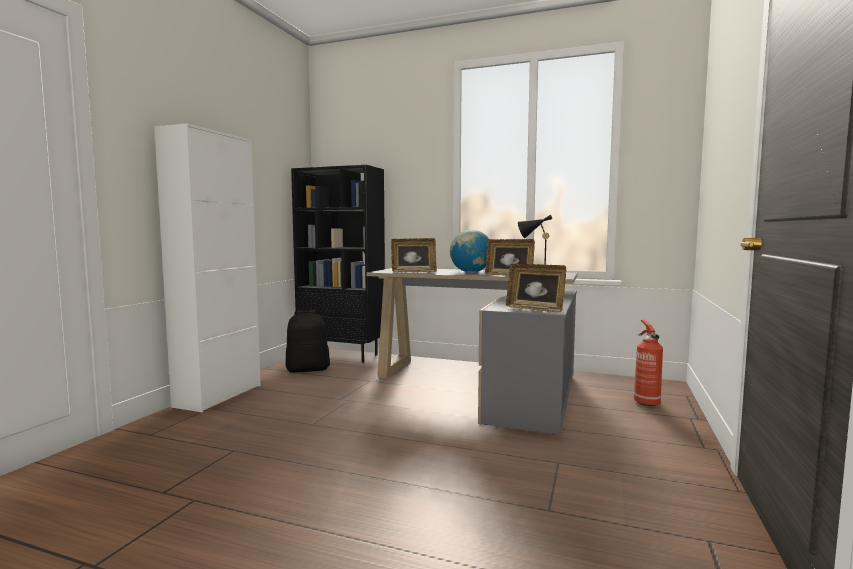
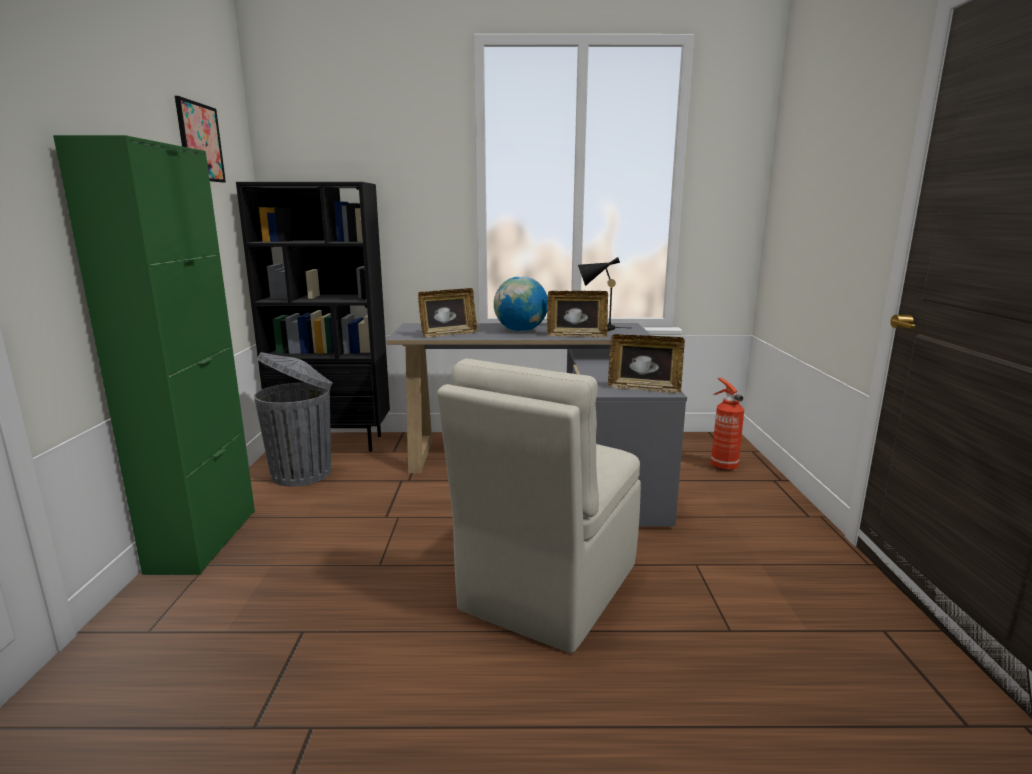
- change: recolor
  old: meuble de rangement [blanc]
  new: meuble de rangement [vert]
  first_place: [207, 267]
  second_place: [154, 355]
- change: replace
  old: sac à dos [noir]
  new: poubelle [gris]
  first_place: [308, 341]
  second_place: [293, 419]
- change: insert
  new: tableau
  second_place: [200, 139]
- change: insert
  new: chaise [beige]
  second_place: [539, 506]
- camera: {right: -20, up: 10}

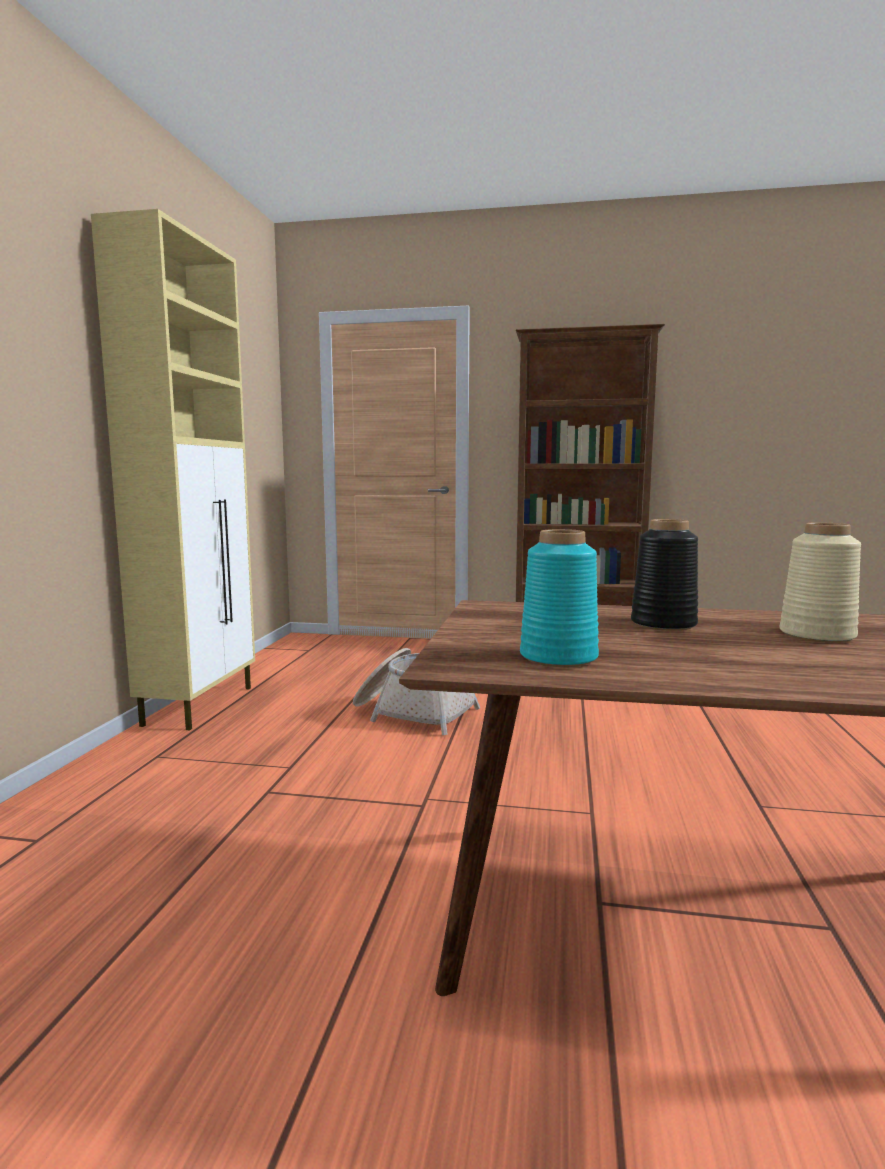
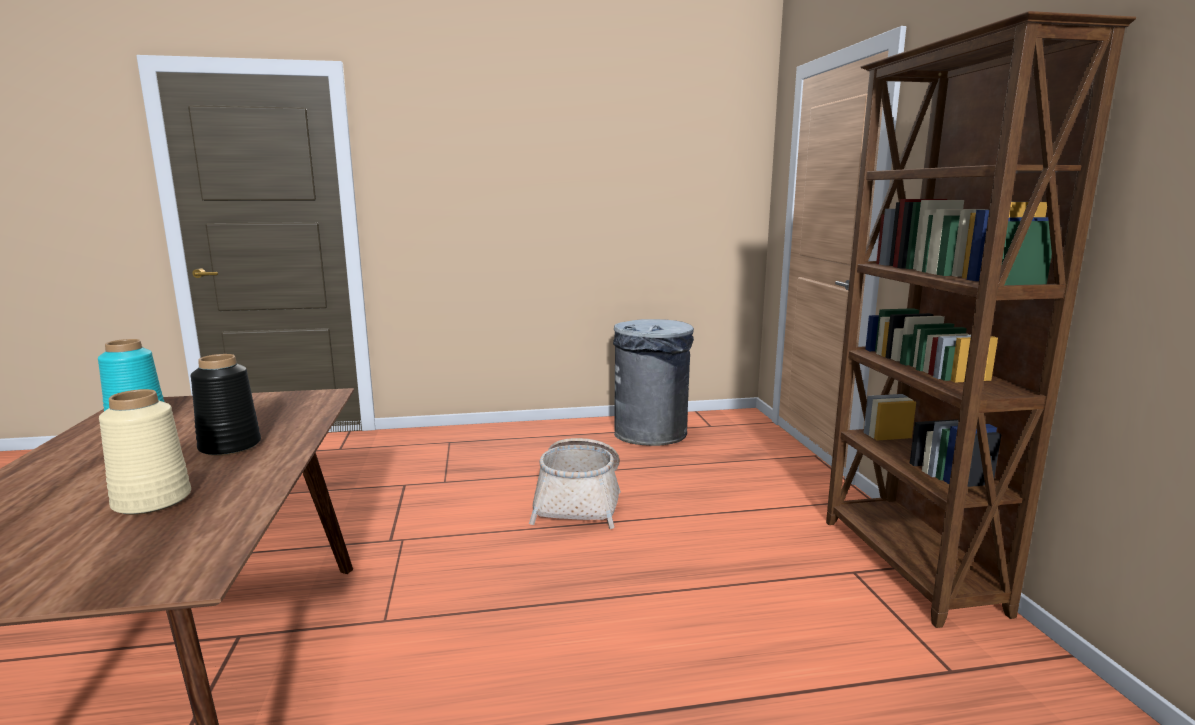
- change: delete
  old: meuble de rangement [beige]
  first_place: [173, 469]
- change: insert
  new: poubelle [gris]
  second_place: [653, 382]
- camera: {right: 70, up: 5}

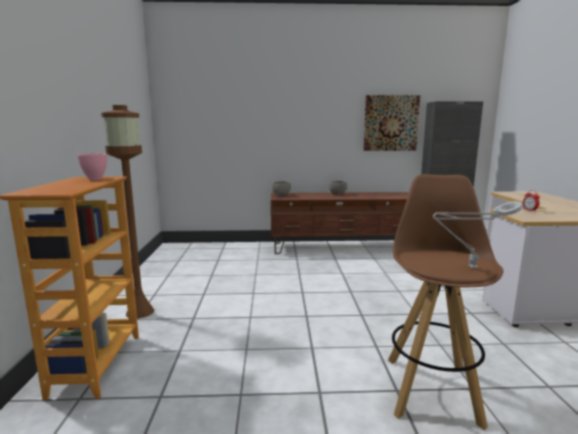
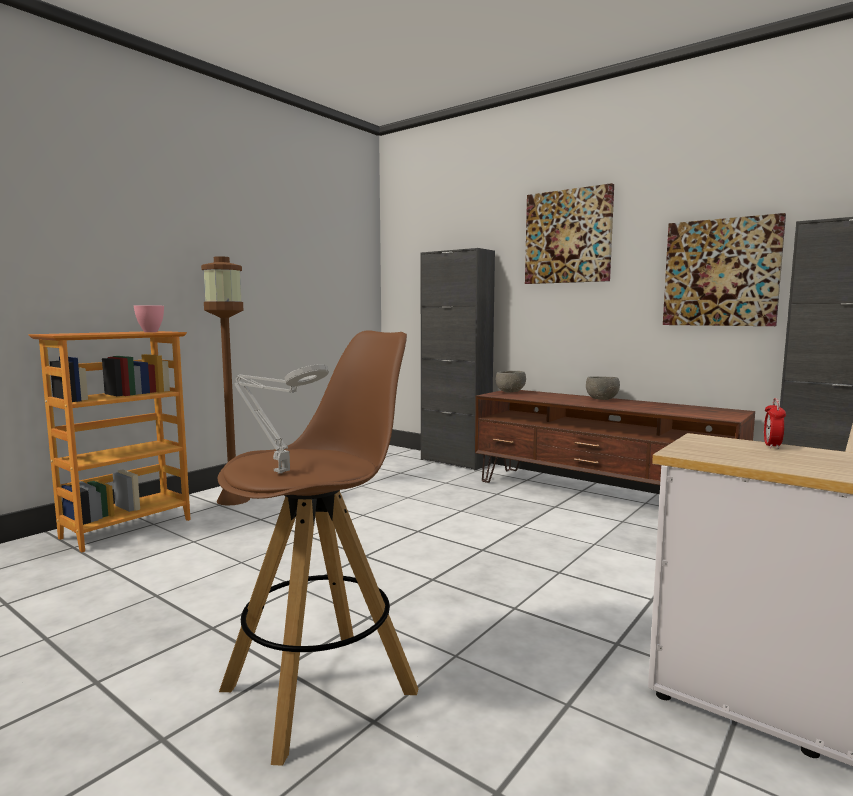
- change: insert
  new: meuble de rangement [noir]
  second_place: [458, 359]
- change: insert
  new: tableau
  second_place: [569, 233]
- camera: {right: 40, up: -5}

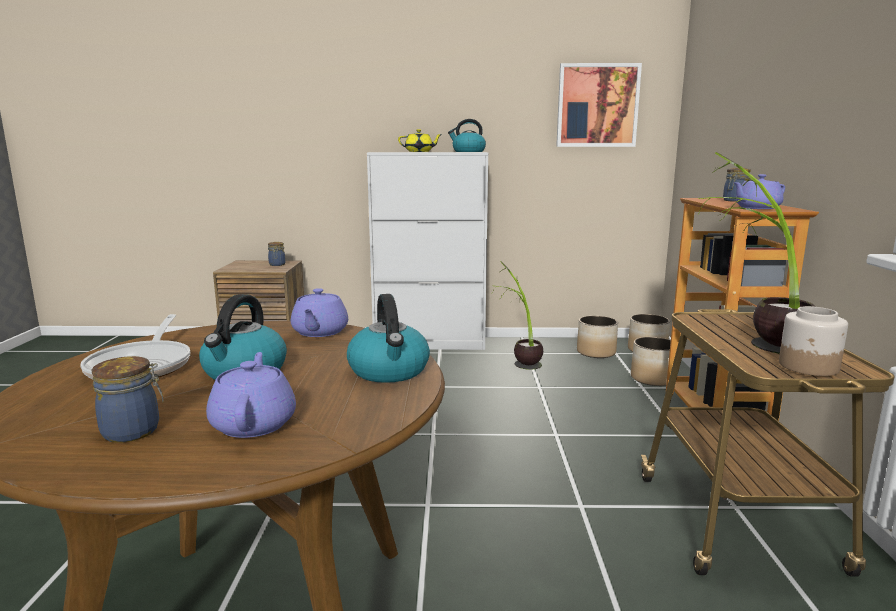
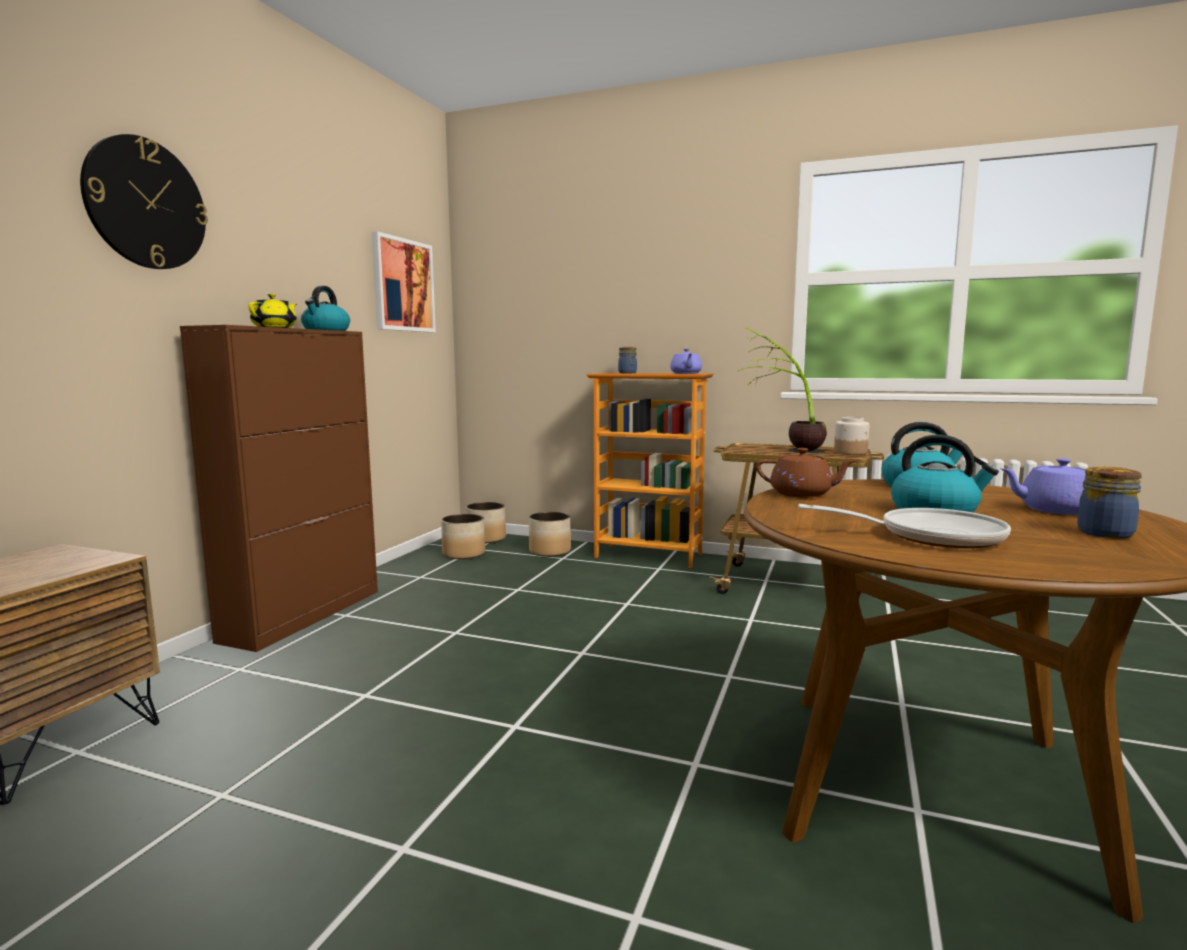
- change: delete
  old: bocal
  first_place: [277, 254]
- change: recolor
  old: théière [violet]
  new: théière [marron]
  first_place: [319, 312]
  second_place: [806, 473]
- change: recolor
  old: meuble de rangement [blanc]
  new: meuble de rangement [marron]
  first_place: [427, 251]
  second_place: [279, 488]
- change: delete
  old: plante en pot
  first_place: [517, 315]
- change: insert
  new: horloge murale
  second_place: [144, 201]
- camera: {right: -70, up: -5}

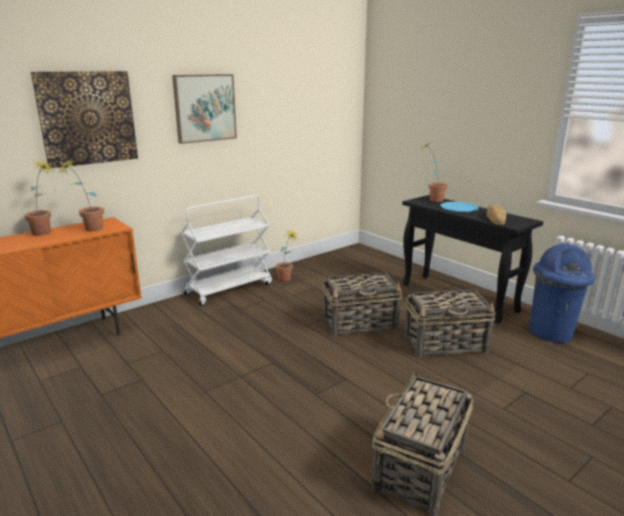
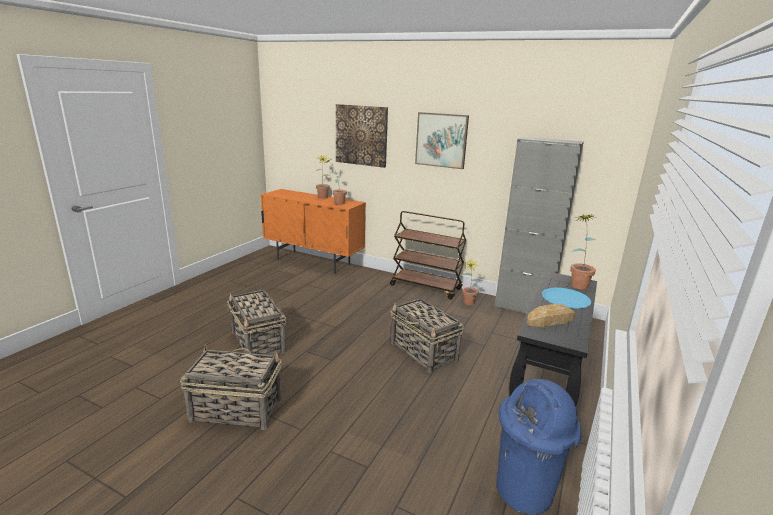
- change: recolor
  old: chariot [blanc]
  new: chariot [marron]
  first_place: [226, 250]
  second_place: [428, 255]
- change: move
  old: panier
  first_place: [450, 324]
  second_place: [257, 322]
- change: insert
  new: meuble de rangement [gris]
  second_place: [539, 225]
- camera: {right: 65, up: 0}

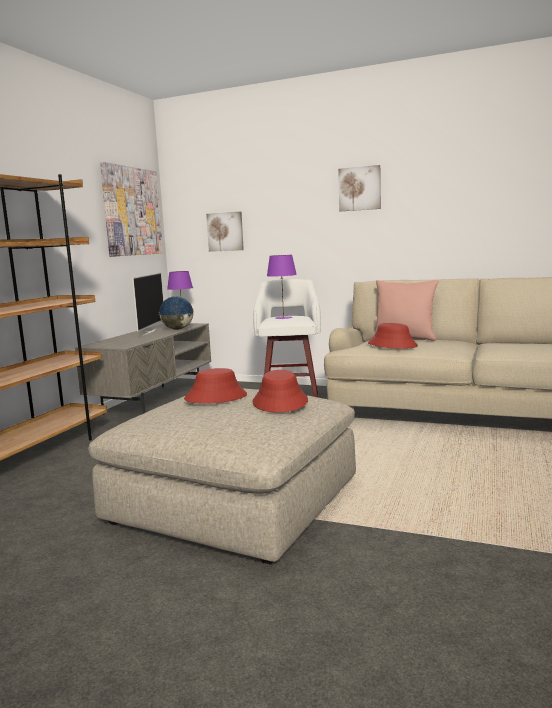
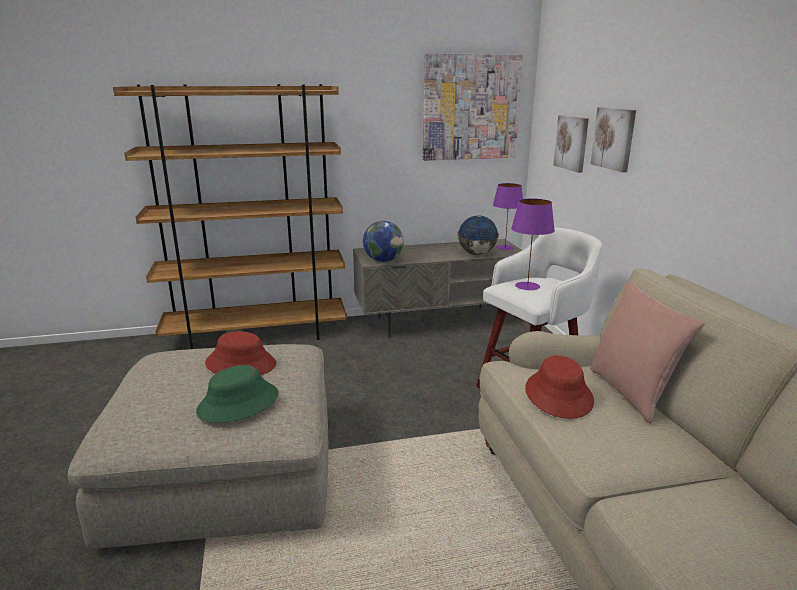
- change: delete
  old: téléviseur
  first_place: [148, 304]
- change: recolor
  old: chapeau [rouge]
  new: chapeau [vert]
  first_place: [280, 391]
  second_place: [237, 394]
- change: move
  old: tableau
  first_place: [359, 188]
  second_place: [613, 139]
- change: insert
  new: globe
  second_place: [383, 241]
- camera: {right: 55, up: 10}

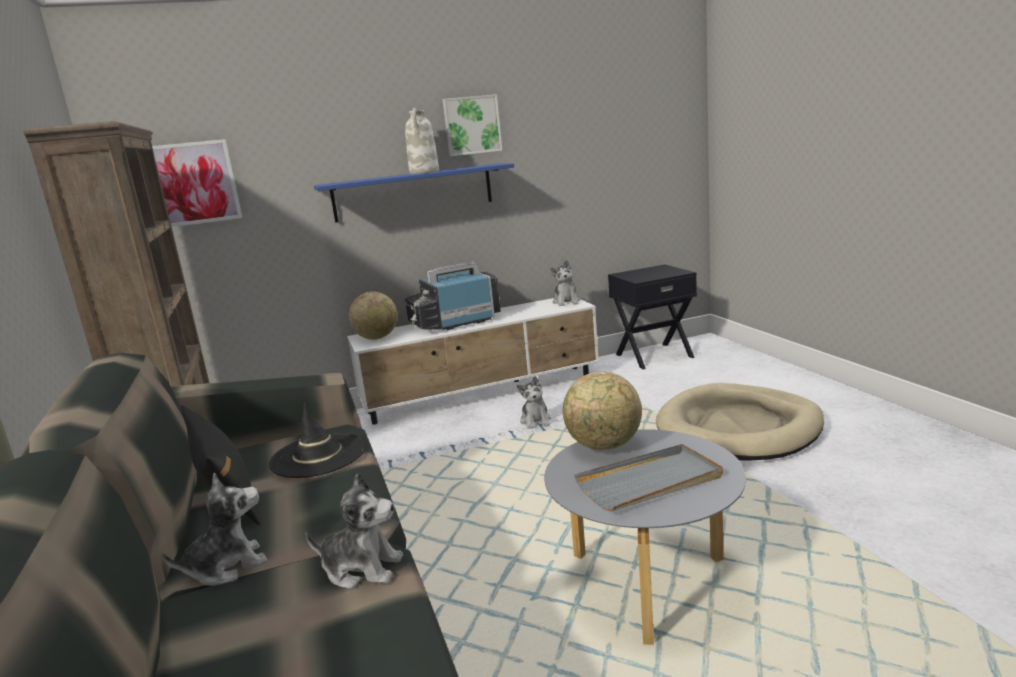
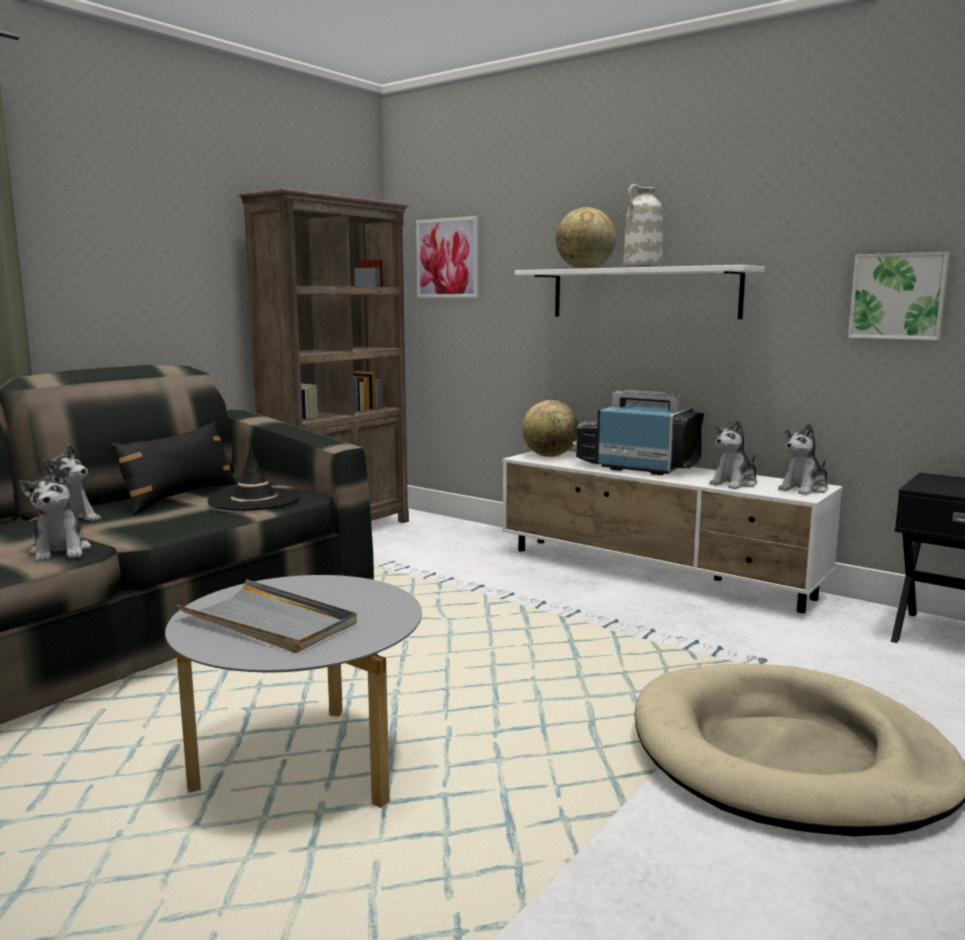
- change: recolor
  old: étagère [bleu]
  new: étagère [blanc]
  first_place: [414, 193]
  second_place: [640, 292]
- change: move
  old: tableau
  first_place: [472, 125]
  second_place: [899, 296]
- change: move
  old: peluche
  first_place: [534, 402]
  second_place: [733, 454]
- change: move
  old: globe
  first_place: [602, 410]
  second_place: [586, 238]
- camera: {right: 55, up: -5}

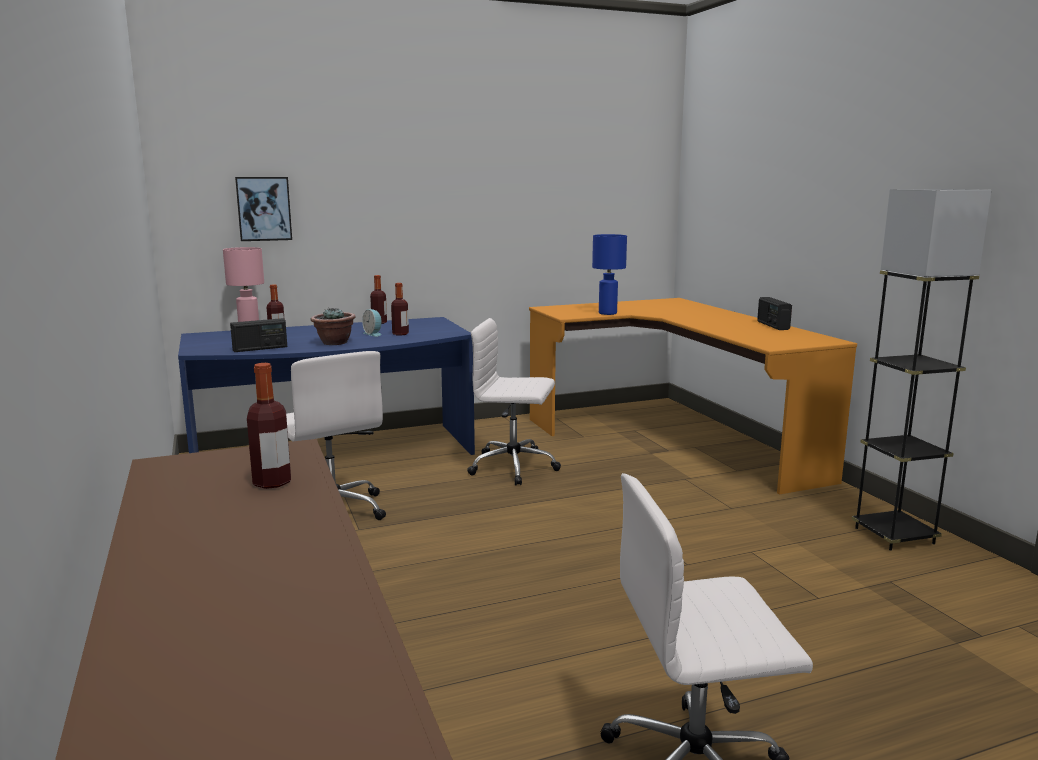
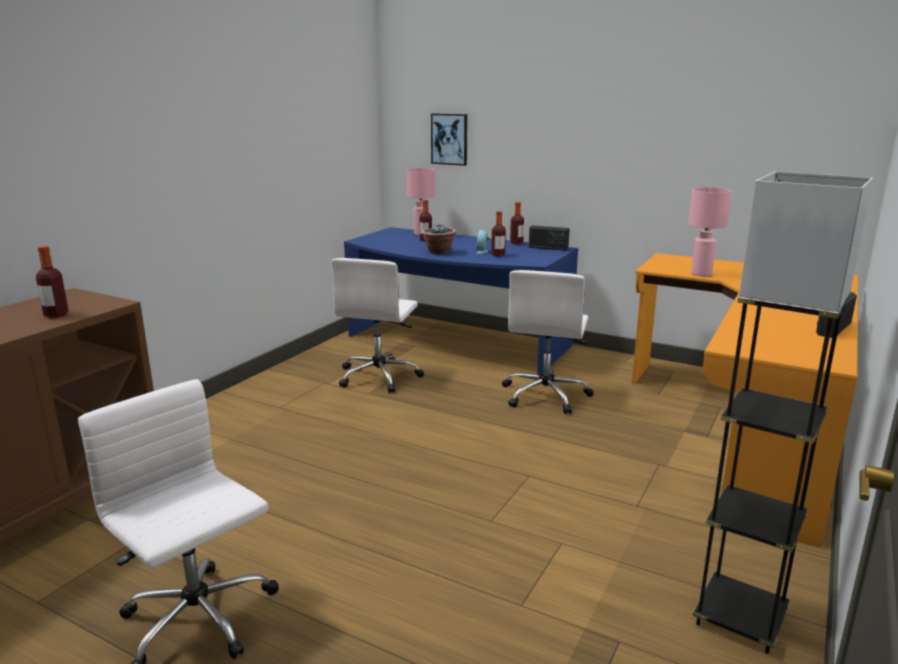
- change: move
  old: radio
  first_place: [258, 335]
  second_place: [549, 238]
- change: rotate
  old: chaise de bureau [blanc]
  first_place: [514, 401]
  second_place: [548, 342]
  degrees: -135
- change: recolor
  old: lampe de table [bleu]
  new: lampe de table [rose]
  first_place: [609, 274]
  second_place: [710, 231]
- camera: {right: 50, up: 5}

